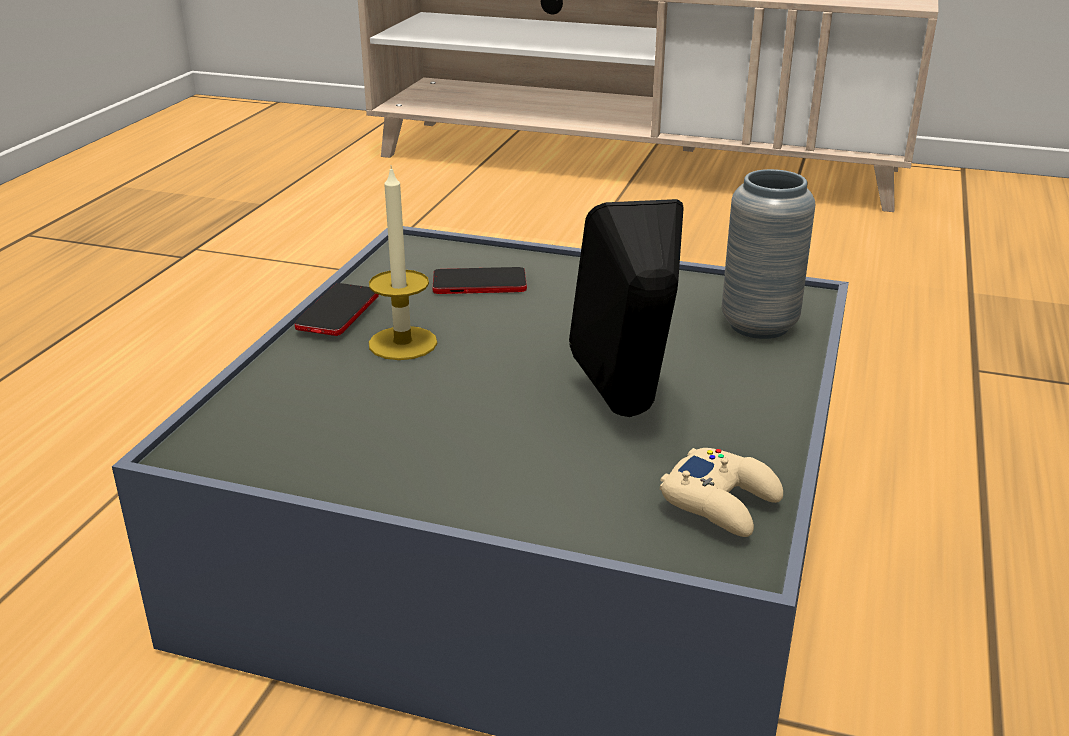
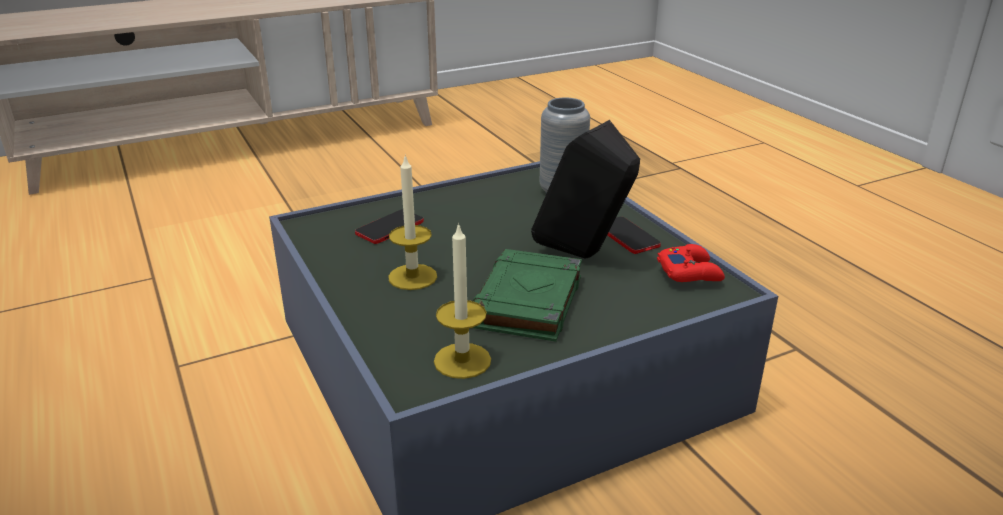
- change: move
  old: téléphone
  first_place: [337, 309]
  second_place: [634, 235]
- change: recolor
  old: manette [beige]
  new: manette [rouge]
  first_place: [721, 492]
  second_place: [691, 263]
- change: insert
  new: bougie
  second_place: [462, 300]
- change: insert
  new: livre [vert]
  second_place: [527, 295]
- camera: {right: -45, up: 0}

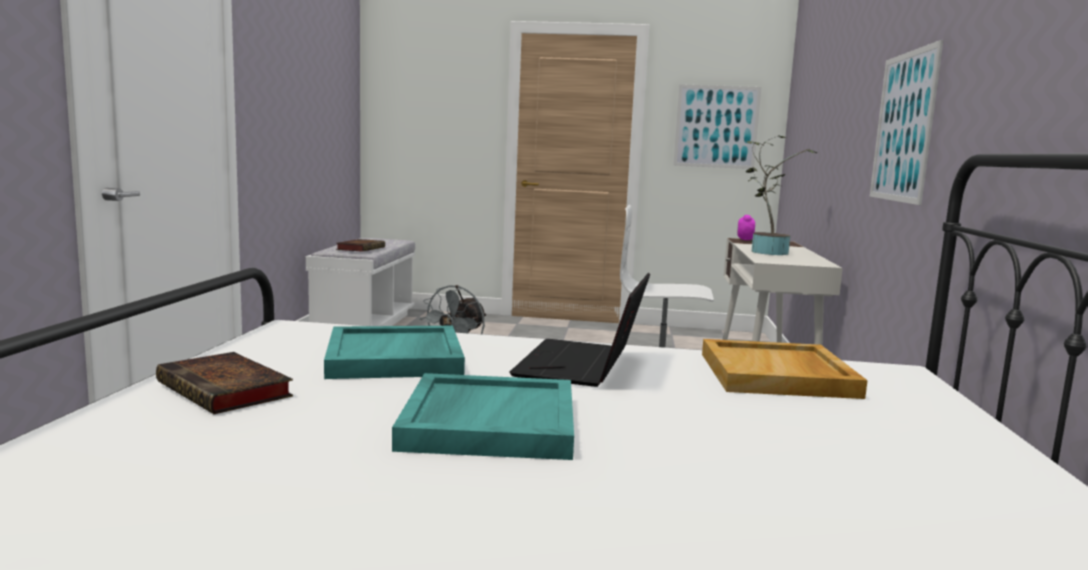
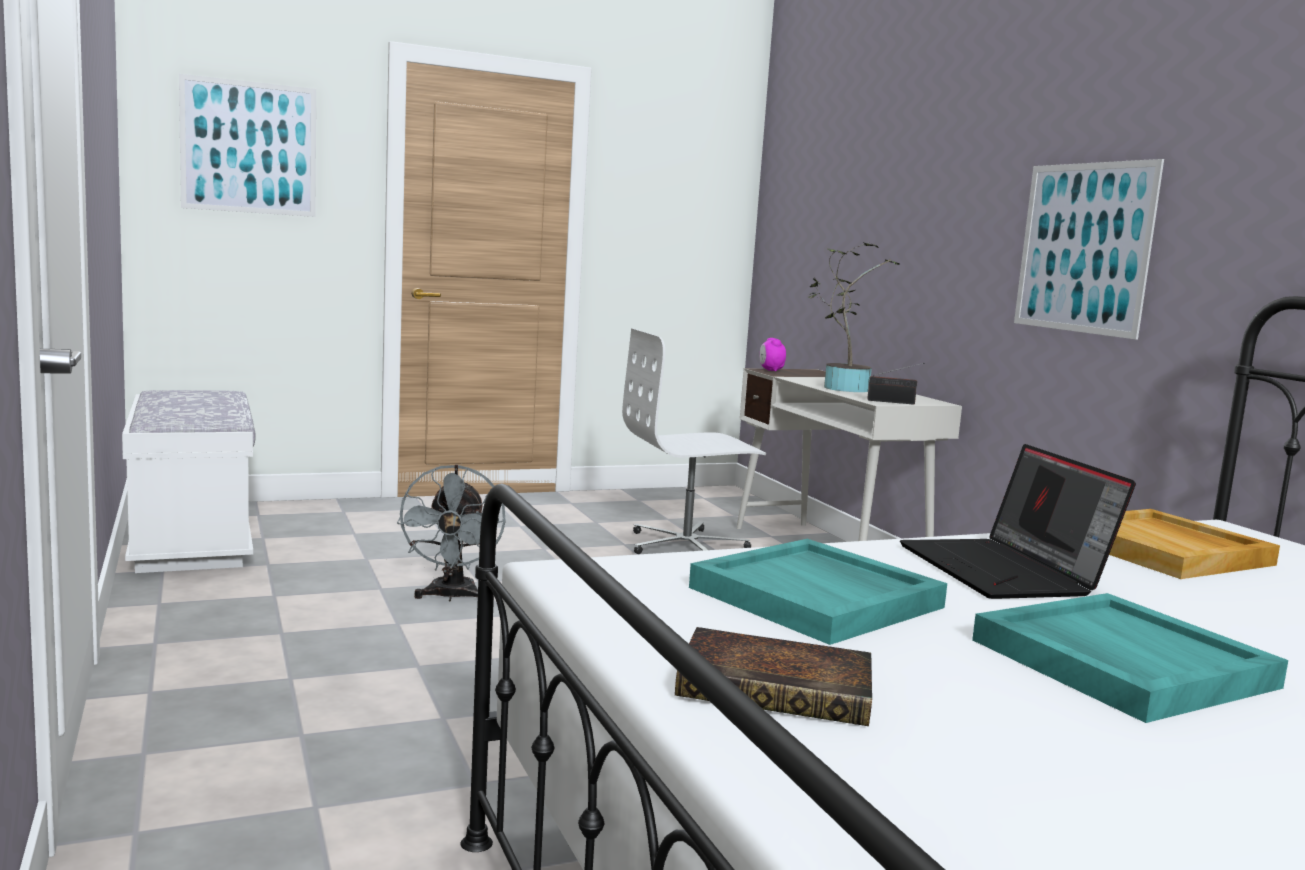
- change: delete
  old: livre
  first_place: [360, 245]
- change: move
  old: tableau
  first_place: [717, 126]
  second_place: [247, 145]
- change: insert
  new: radio
  second_place: [896, 384]
- camera: {right: -30, up: 0}

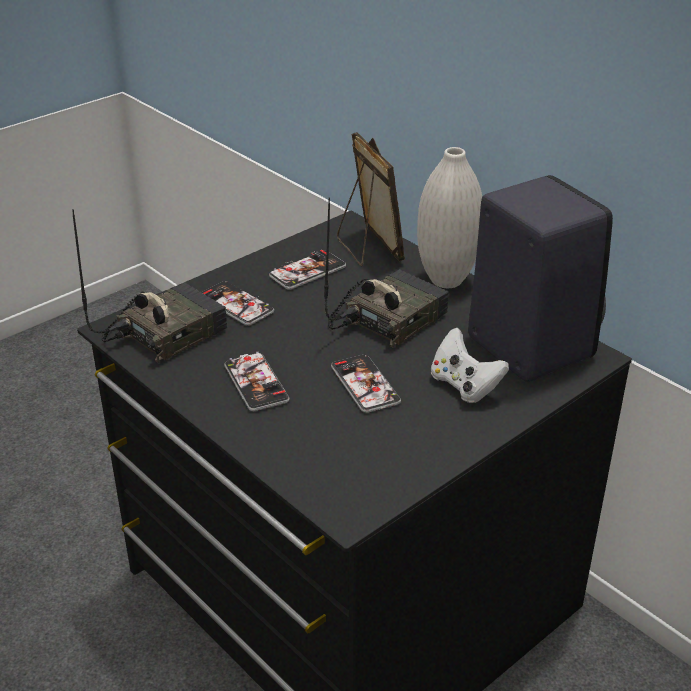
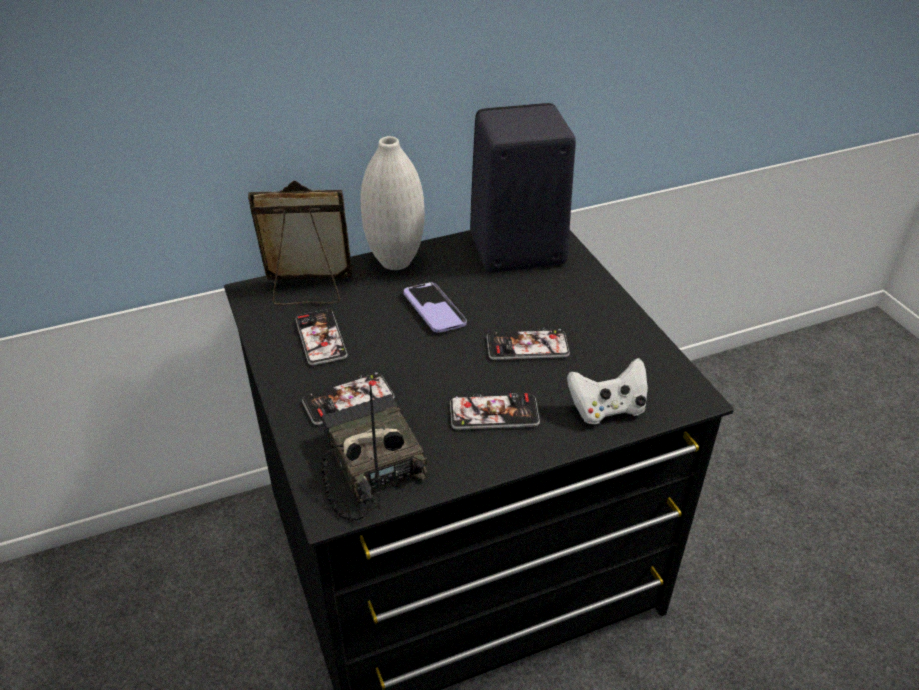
- change: replace
  old: radio
  new: téléphone
  first_place: [386, 273]
  second_place: [435, 307]
- change: move
  old: manette [blanc]
  first_place: [470, 365]
  second_place: [607, 391]
- camera: {right: -70, up: 5}

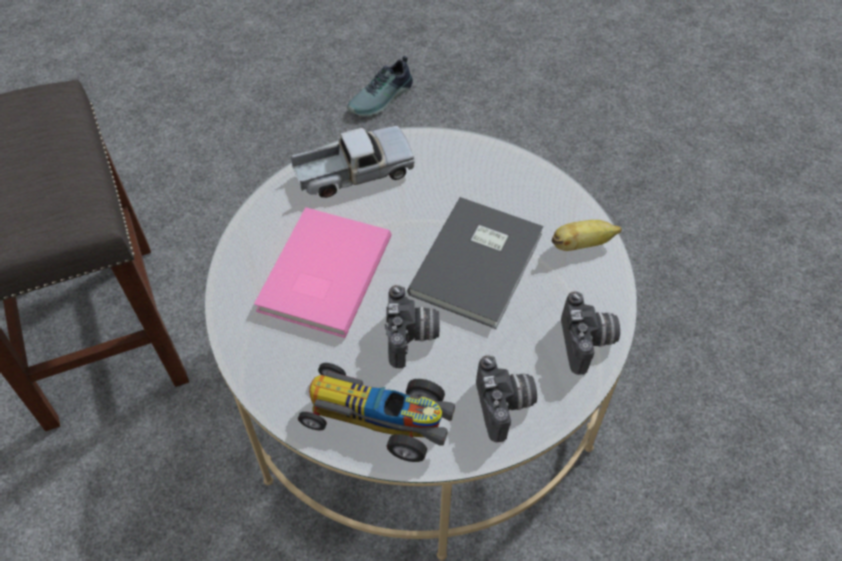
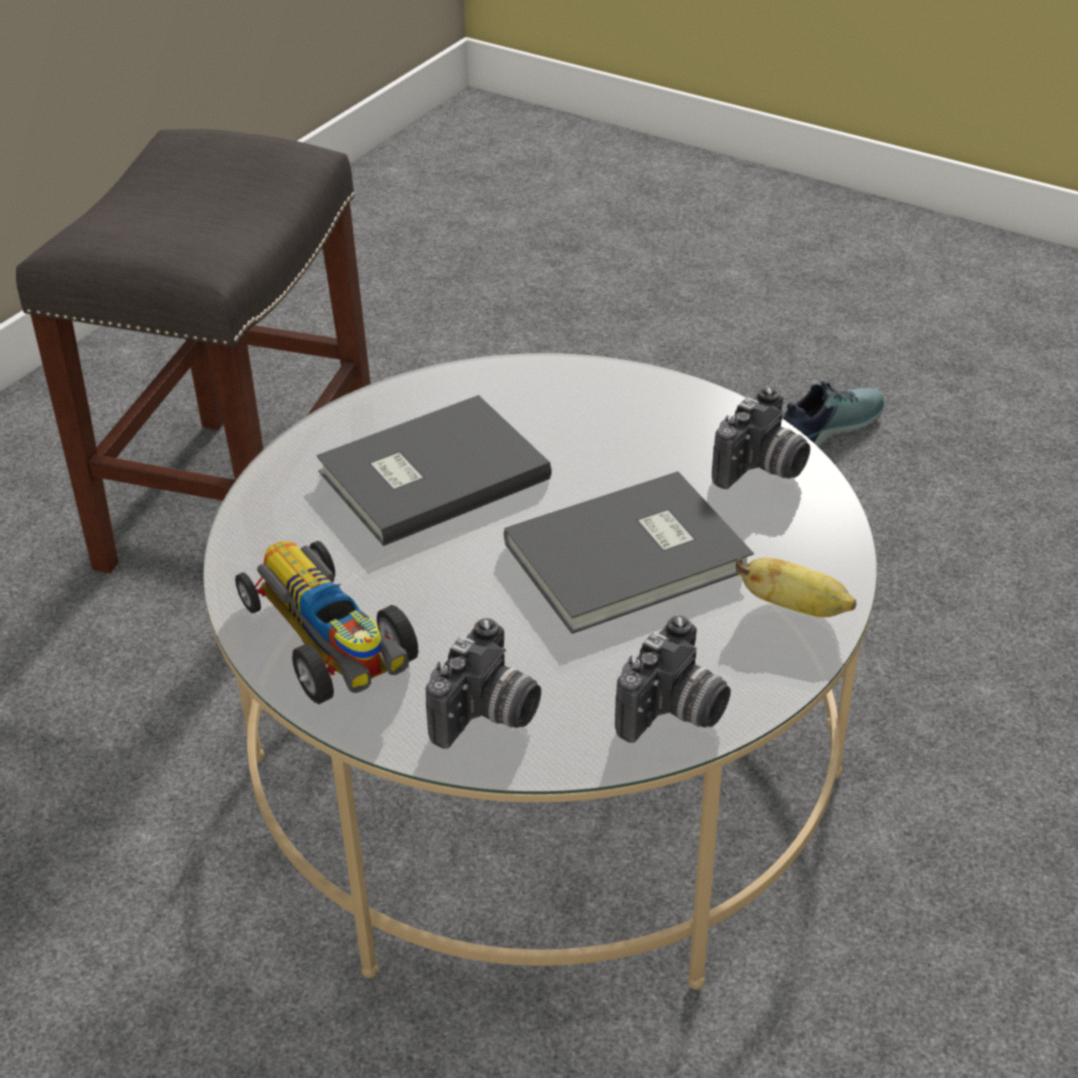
- change: recolor
  old: livre [rose]
  new: livre [gris]
  first_place: [323, 272]
  second_place: [434, 470]
- change: delete
  old: camion jouet
  first_place: [353, 162]
- change: rotate
  old: chaussure
  first_place: [380, 86]
  second_place: [833, 413]
  degrees: 150
- change: move
  old: appareil photo
  first_place: [412, 326]
  second_place: [761, 438]
- camera: {right: 40, up: -15}

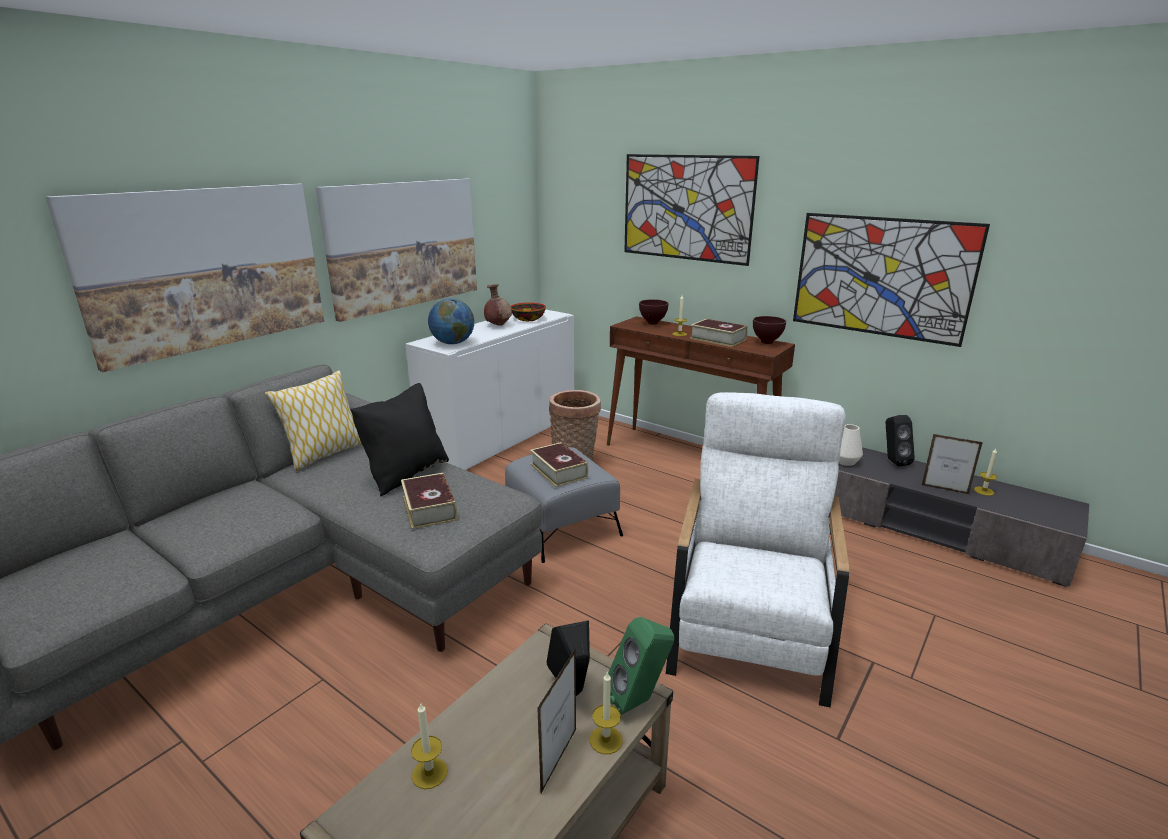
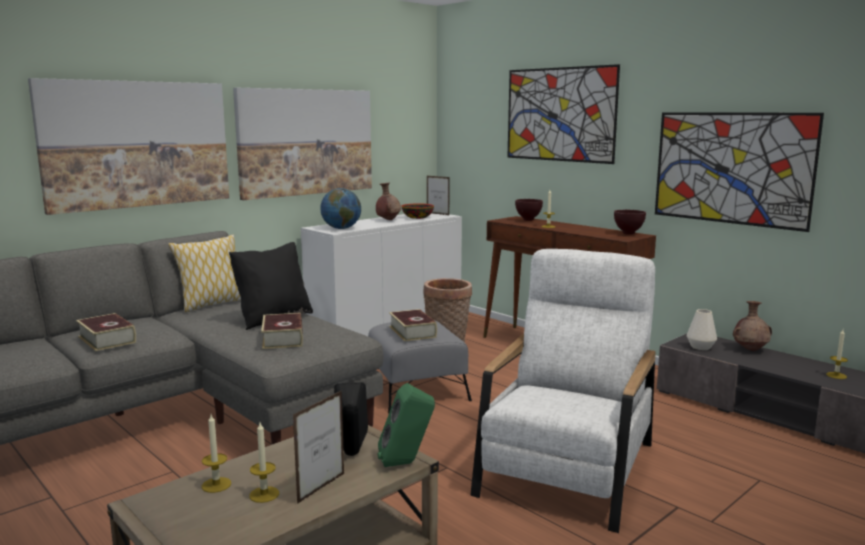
- change: move
  old: bougie
  first_place: [606, 712]
  second_place: [264, 462]
- change: move
  old: livre
  first_place: [719, 333]
  second_place: [106, 332]
- change: replace
  old: enceinte [noir]
  new: vase [marron]
  first_place: [900, 440]
  second_place: [752, 326]
- change: move
  old: cadre photo
  first_place: [952, 464]
  second_place: [438, 195]
- camera: {right: 10, up: -10}

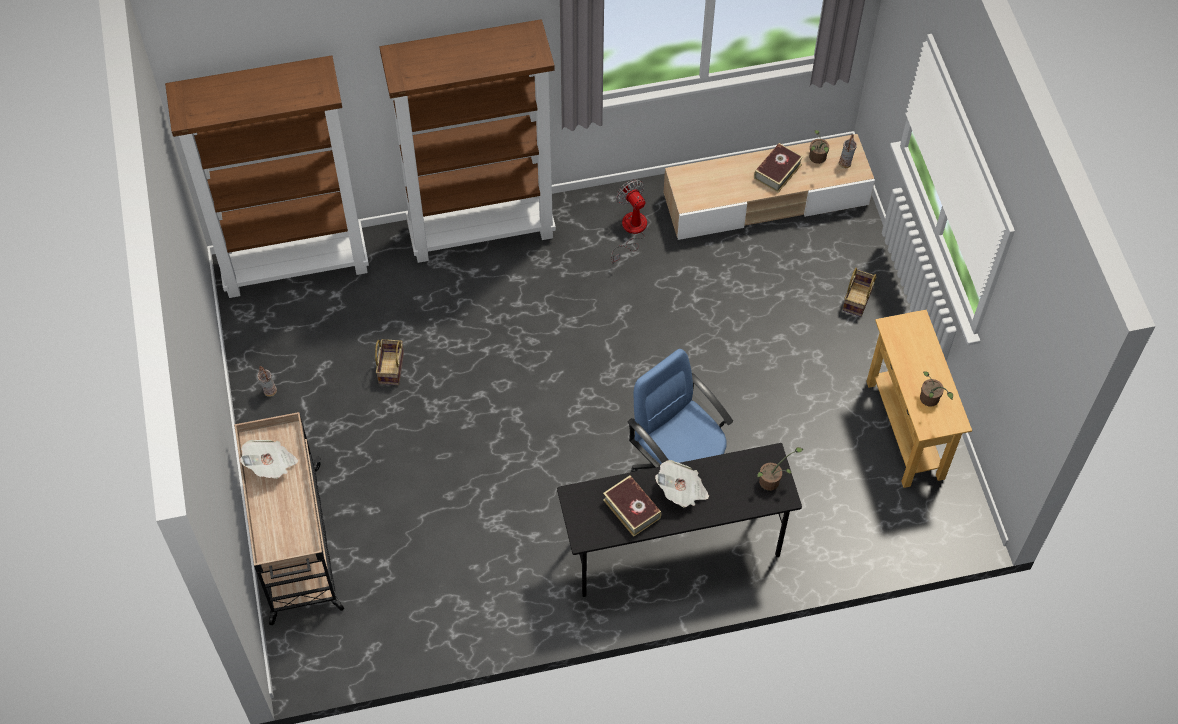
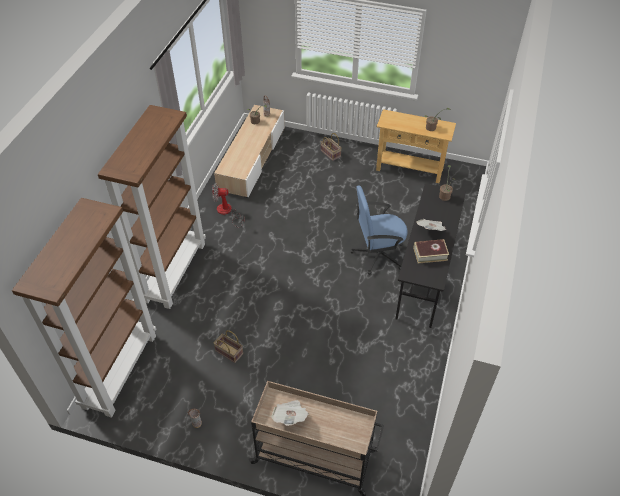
- change: delete
  old: livre
  first_place: [778, 168]
- camera: {right: -60, up: -10}

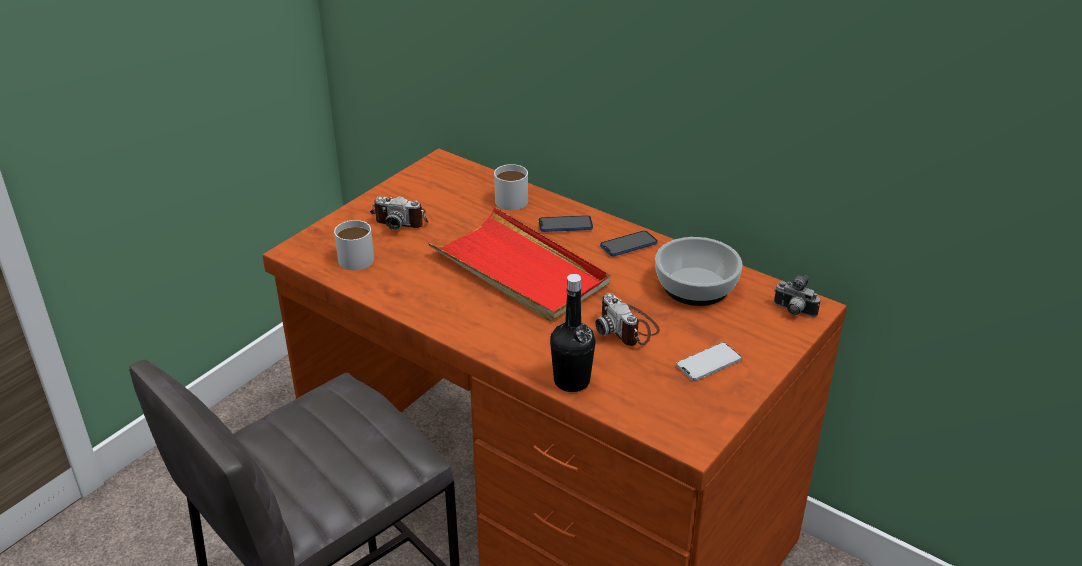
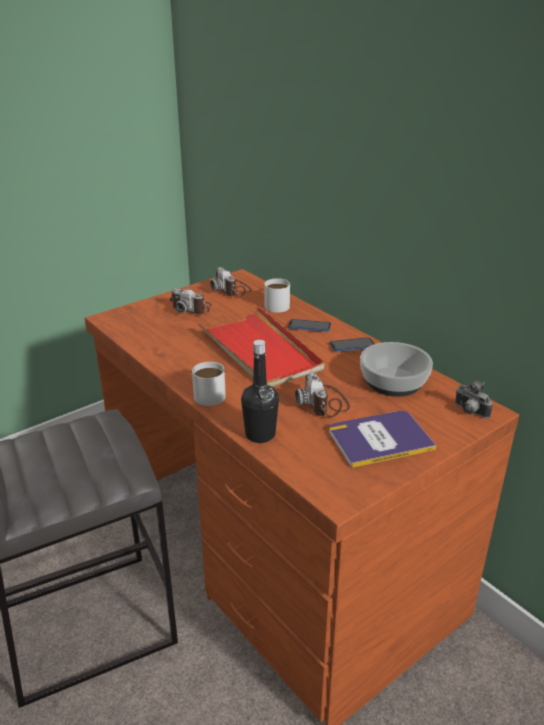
- change: move
  old: mug [blanc]
  first_place: [354, 245]
  second_place: [209, 384]
- change: replace
  old: téléphone
  new: livre
  first_place: [709, 361]
  second_place: [382, 439]
- change: insert
  new: appareil photo
  second_place: [230, 281]
- camera: {right: 15, up: -5}

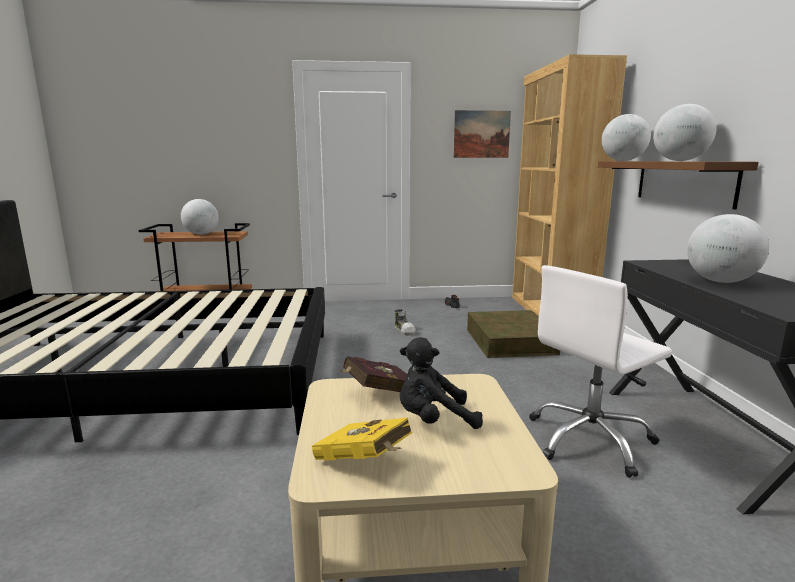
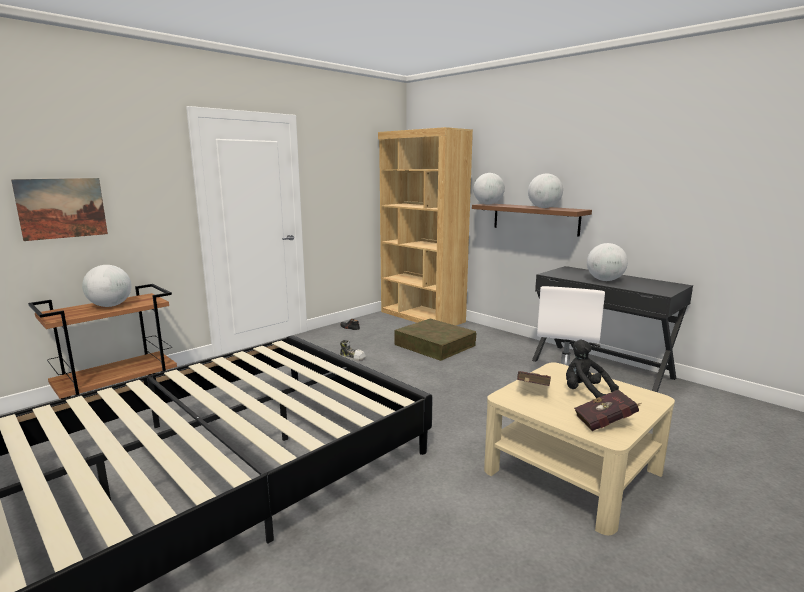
- change: recolor
  old: livre [jaune]
  new: livre [rouge]
  first_place: [362, 439]
  second_place: [607, 410]
- change: rotate
  old: peluche [noir]
  first_place: [441, 383]
  second_place: [592, 369]
  degrees: 90
- change: move
  old: tableau
  first_place: [482, 134]
  second_place: [59, 209]
- camera: {right: -40, up: 0}

